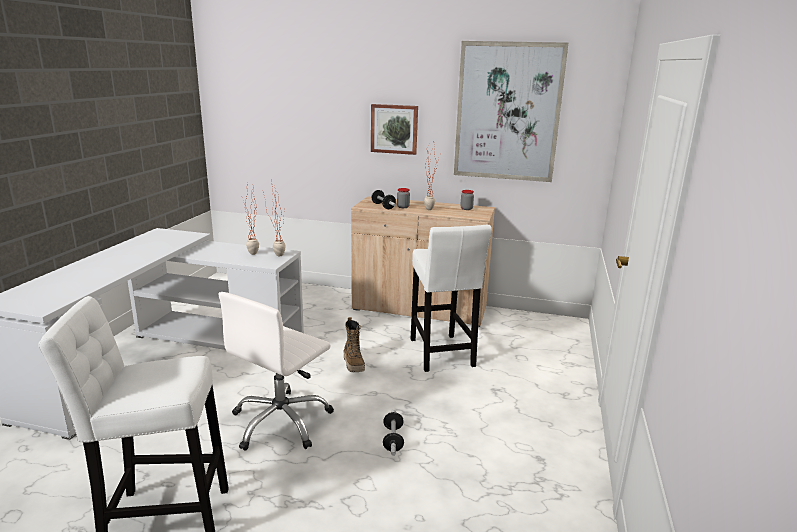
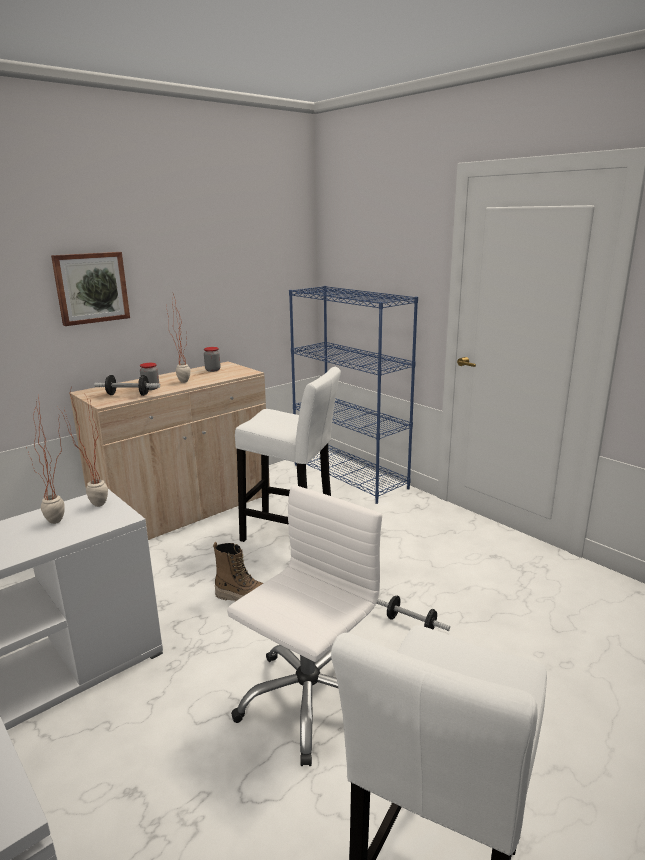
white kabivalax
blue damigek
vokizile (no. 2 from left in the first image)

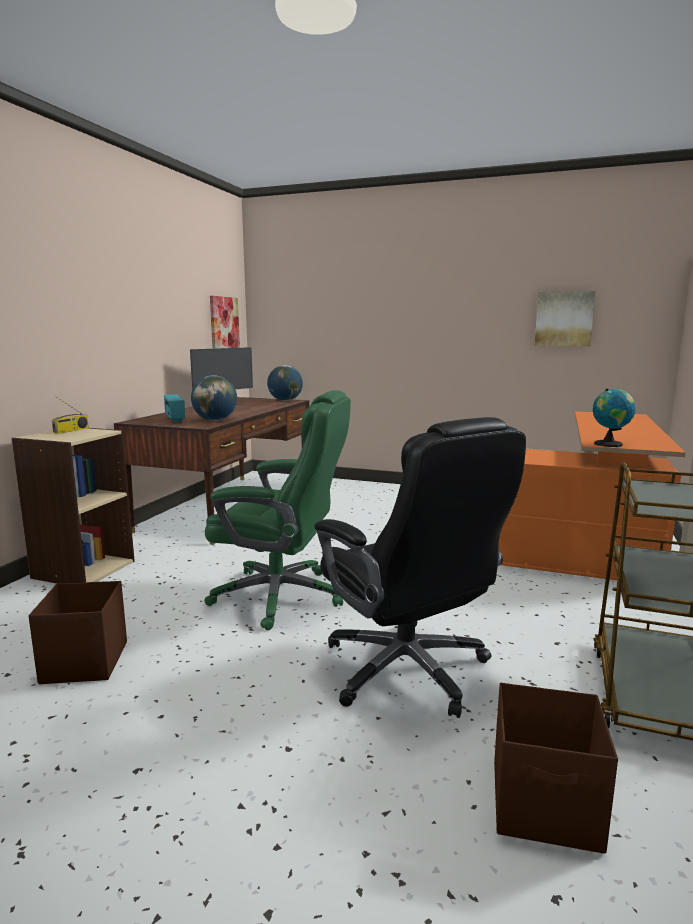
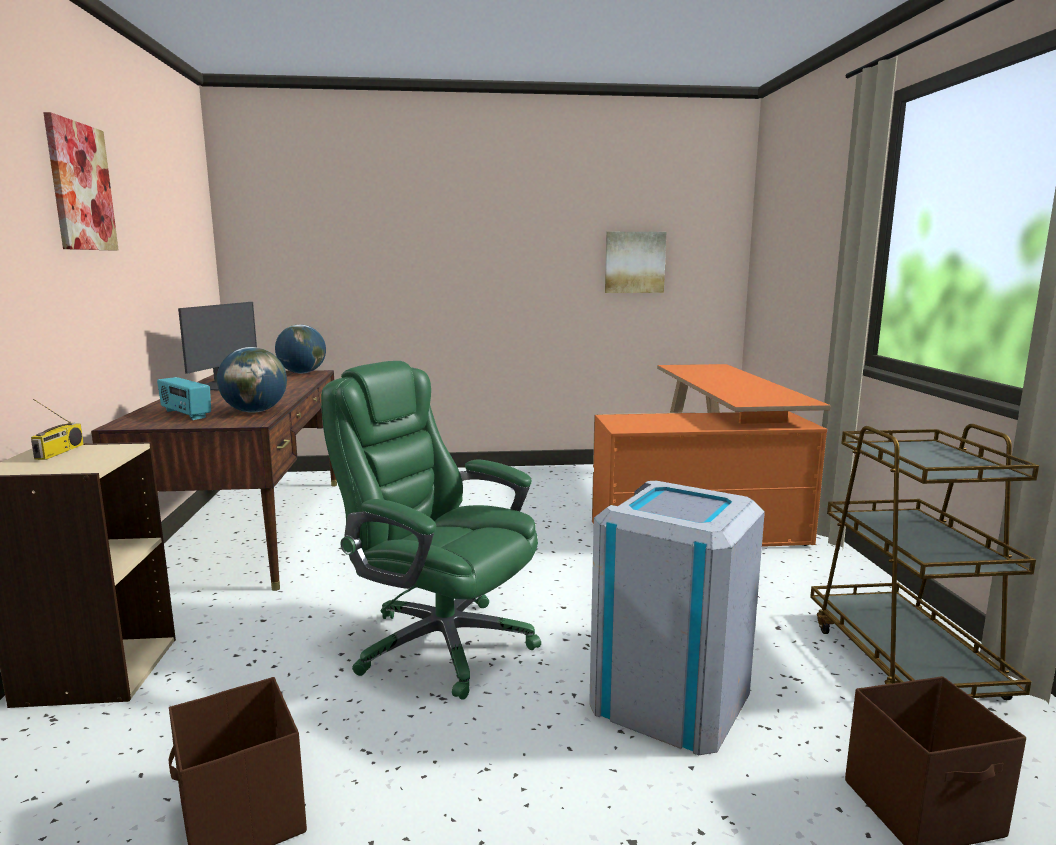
vokizile (no. 1 from left)
green kabivalax
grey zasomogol
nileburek (no. 3 from left in the first image)

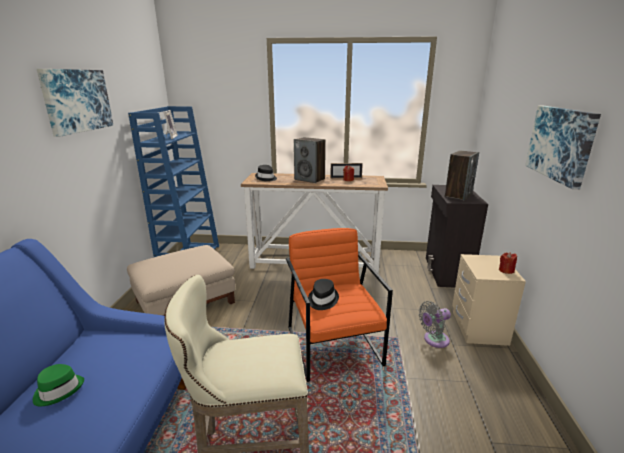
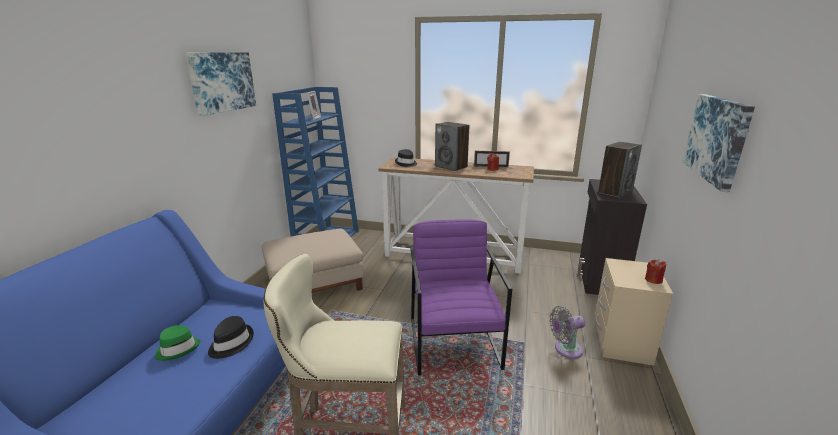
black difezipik (no. 1 from left)
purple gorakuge

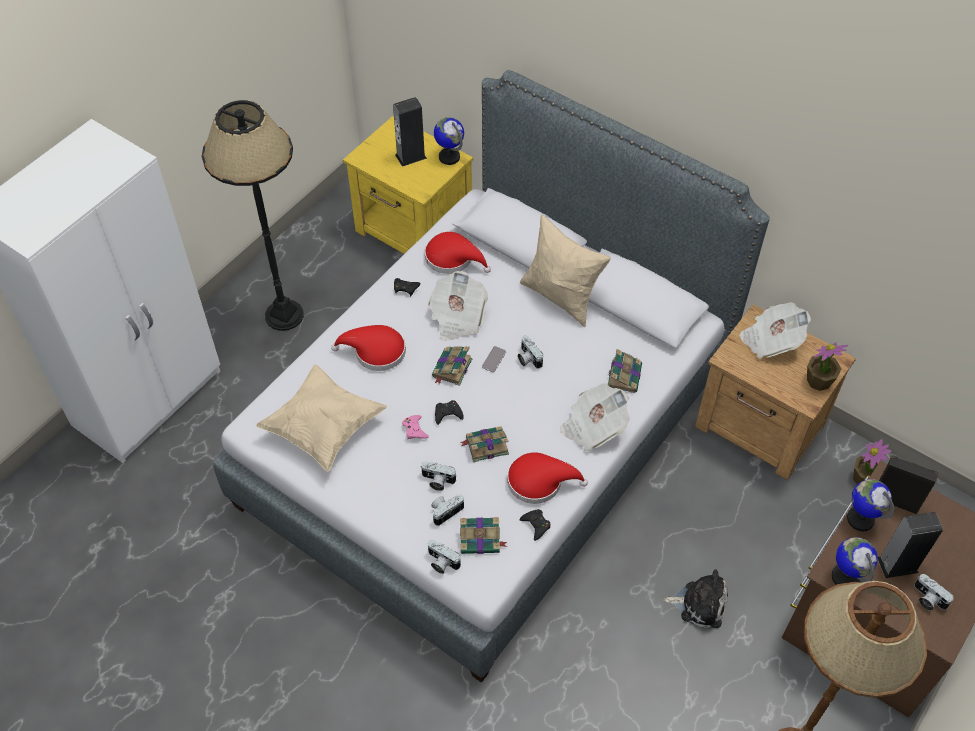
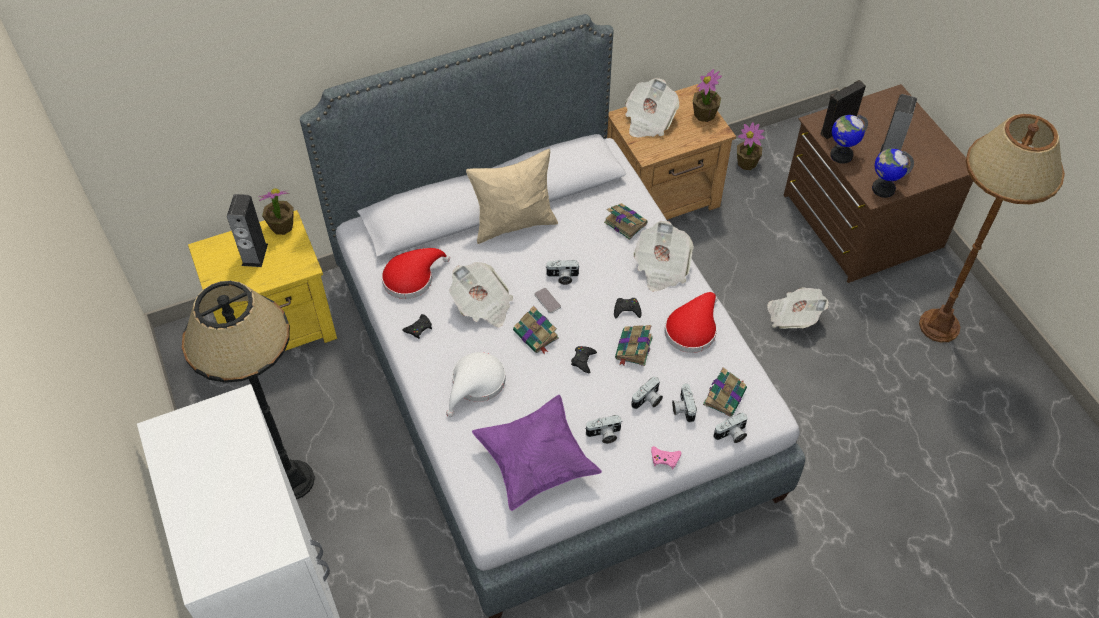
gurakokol (no. 1 from left)
white difezipik
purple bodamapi
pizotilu (no. 2 from left)
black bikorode (no. 3 from left)
pink bikorode
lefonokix (no. 4 from left)

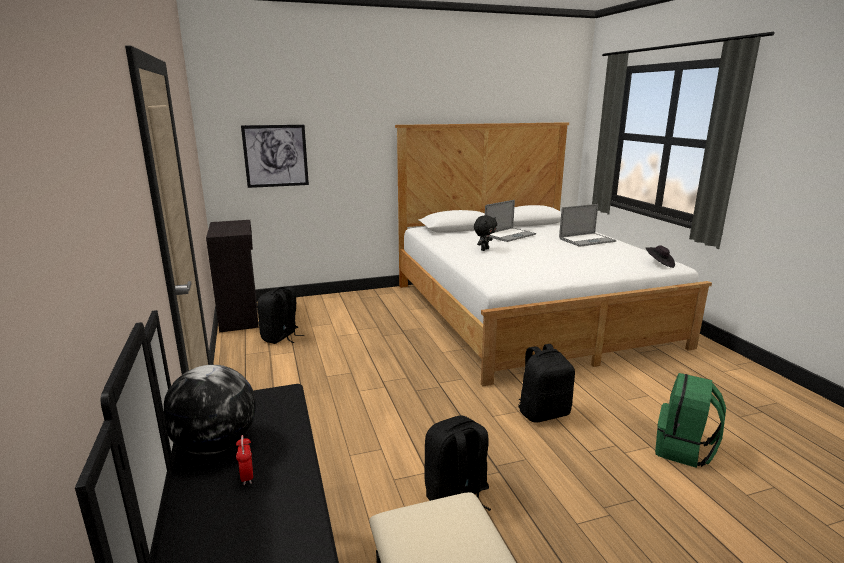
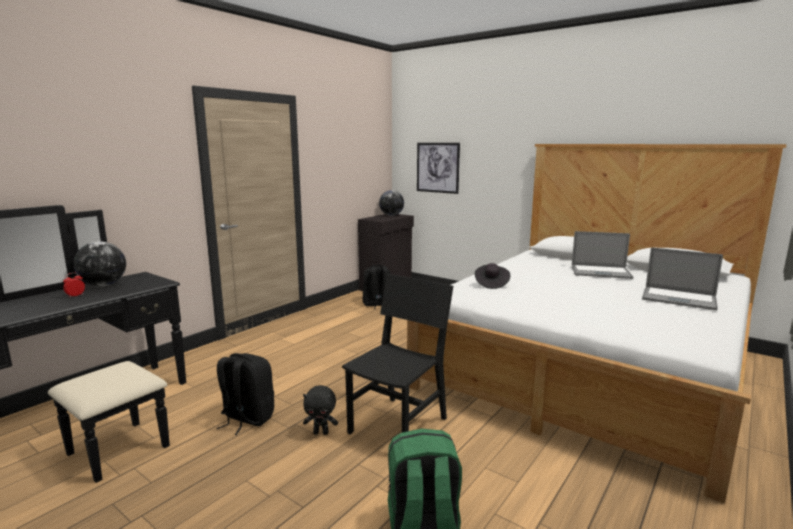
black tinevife
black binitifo
nileburek (no. 2 from left)
black difezipik

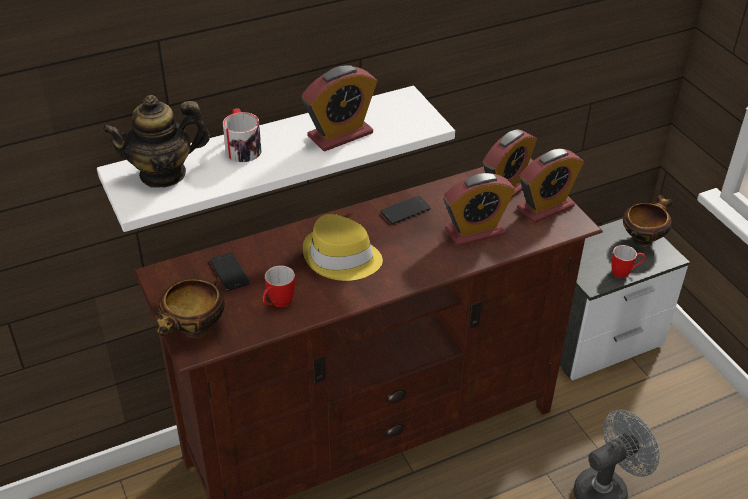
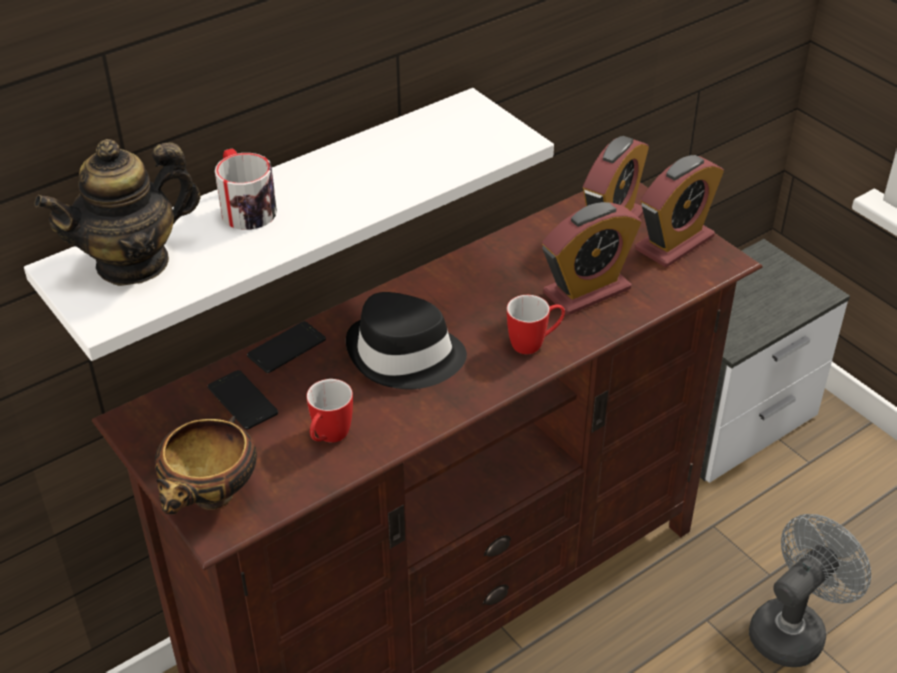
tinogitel (no. 2 from left)
black difezipik
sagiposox (no. 3 from left)
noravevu (no. 1 from left in the first image)
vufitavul (no. 2 from left in the first image)

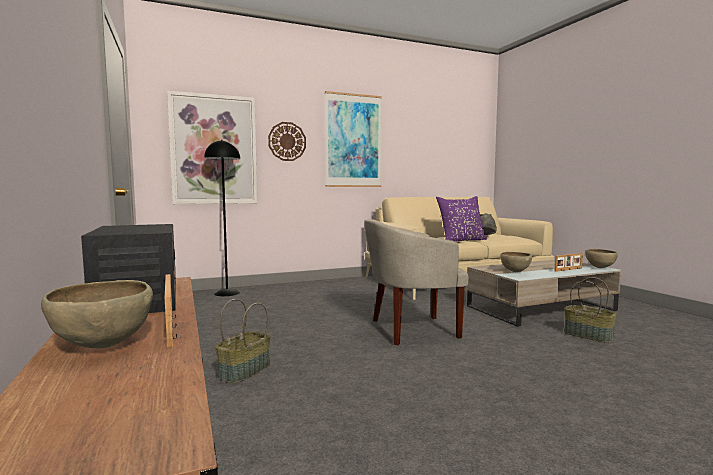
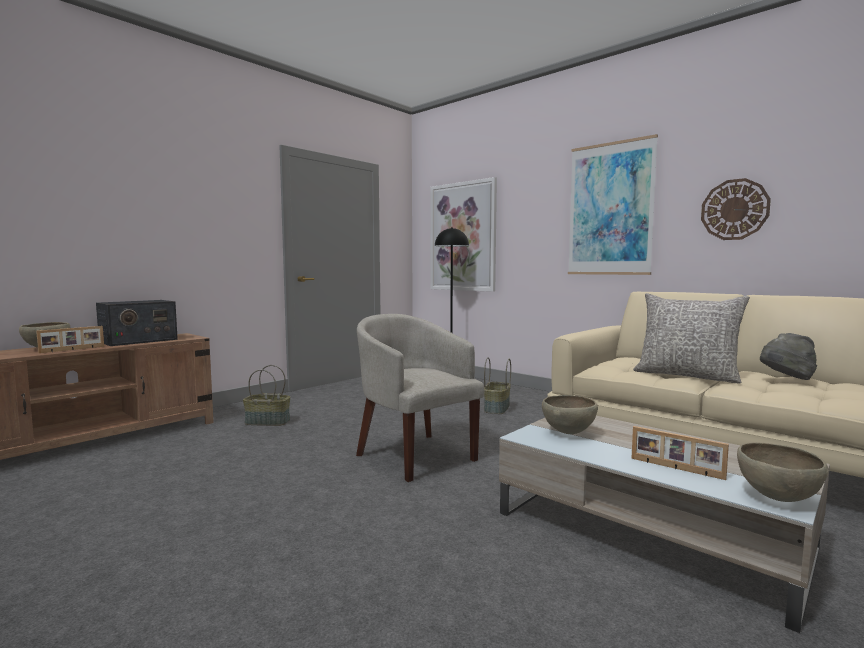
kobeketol (no. 2 from left)
grey bodamapi
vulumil

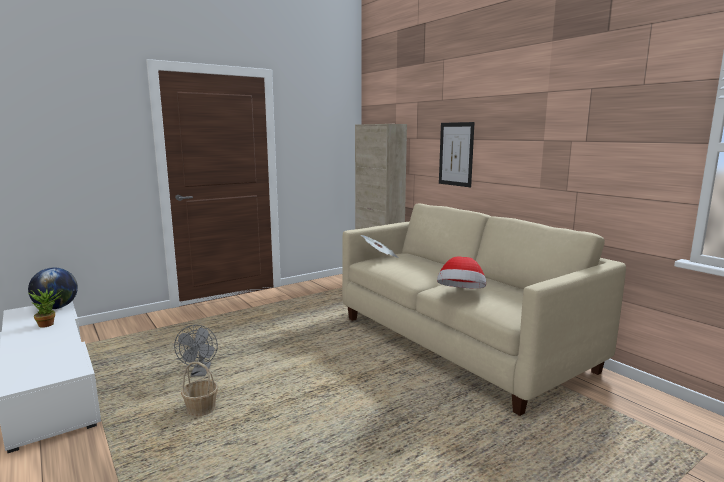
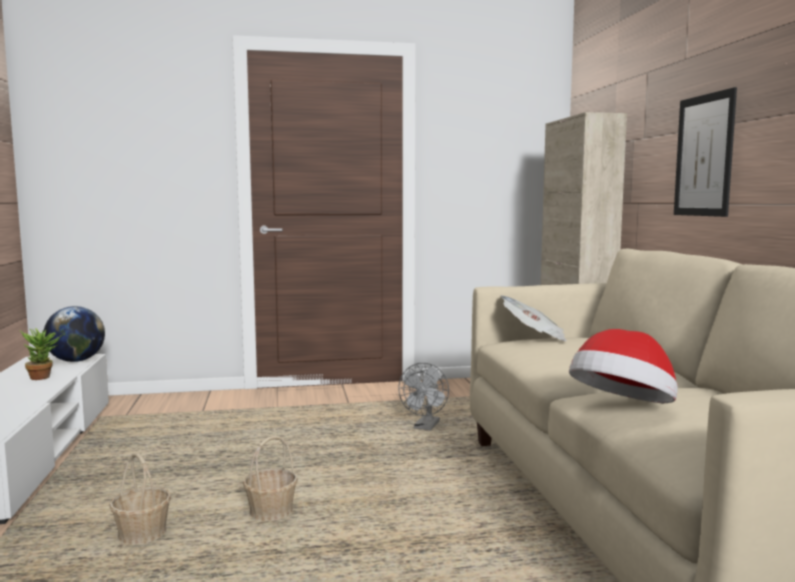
kobeketol (no. 2 from left)
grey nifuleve

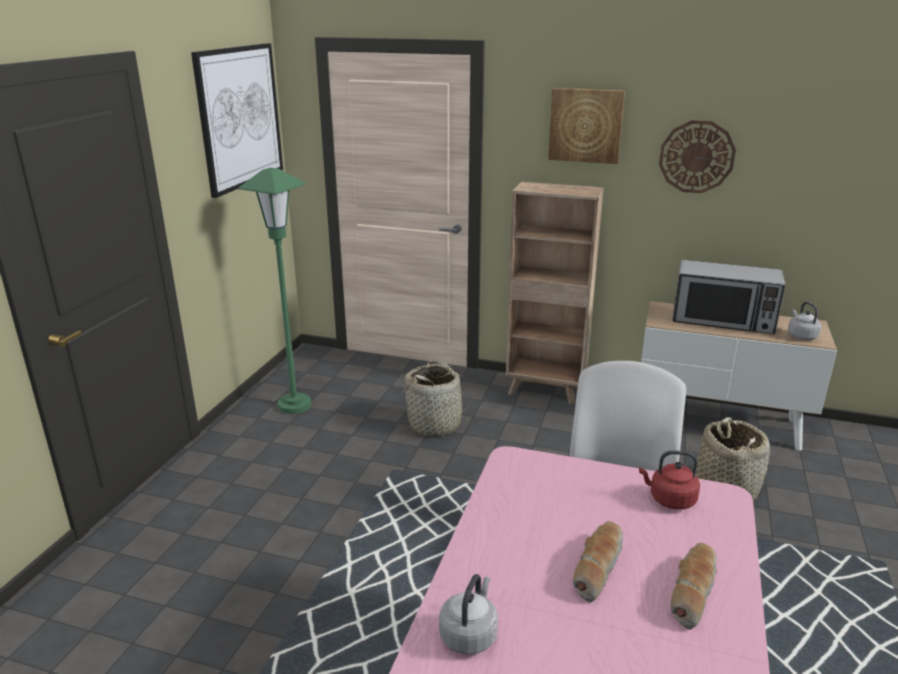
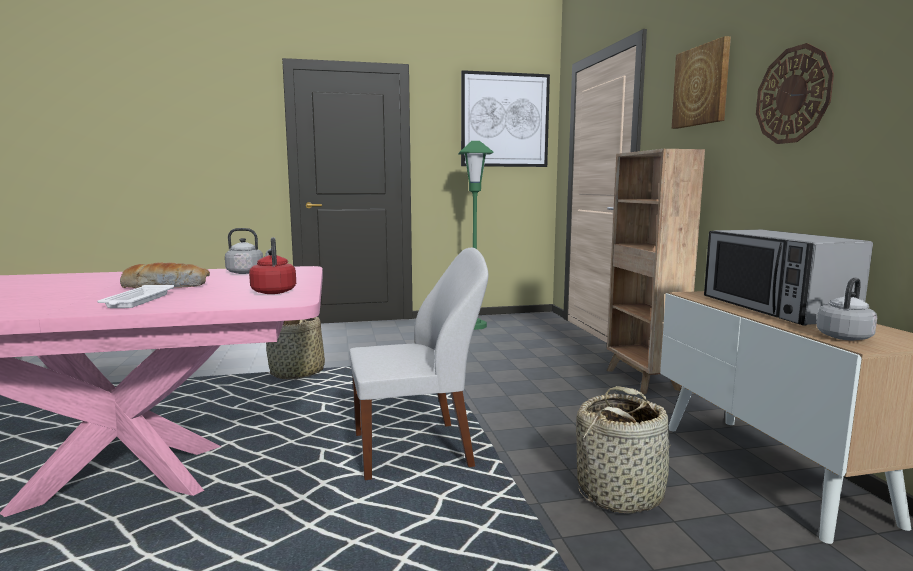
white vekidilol
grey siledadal (no. 1 from left)
kobeketol (no. 1 from left)

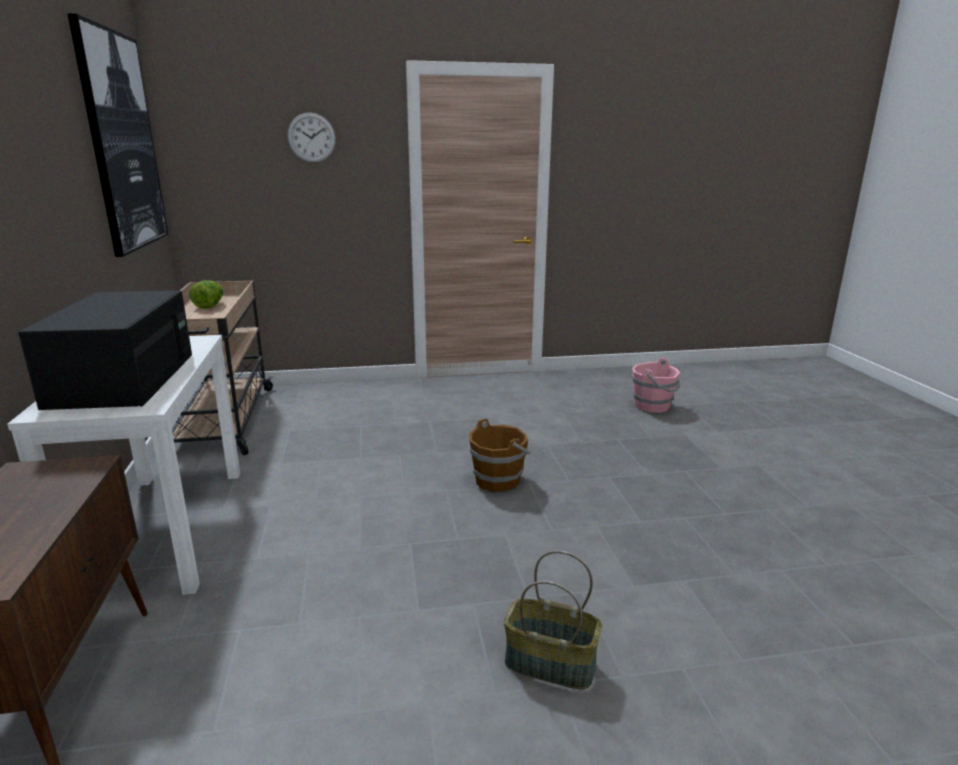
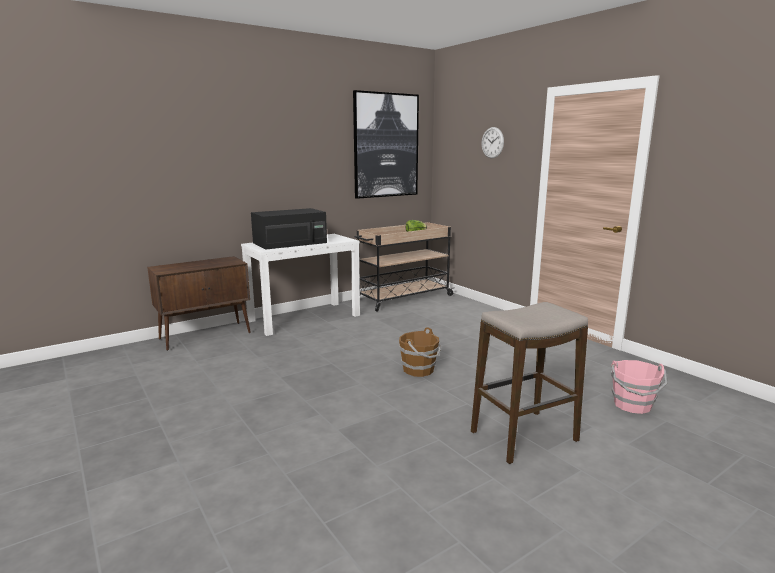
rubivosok
kobeketol

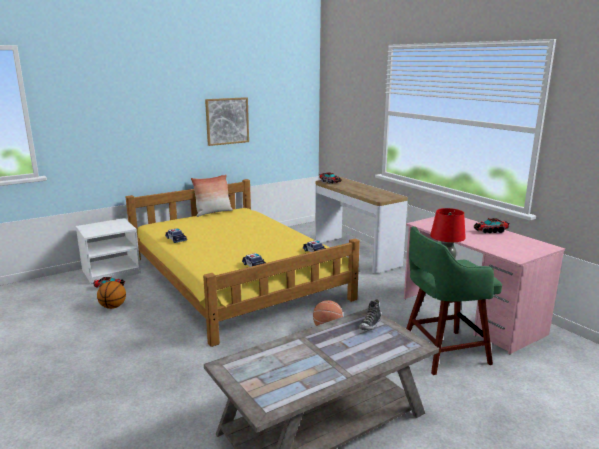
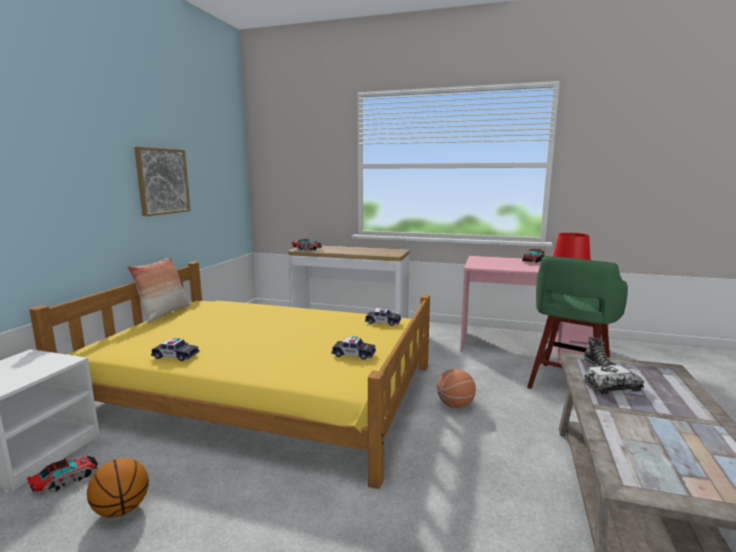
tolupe (no. 4 from left)

